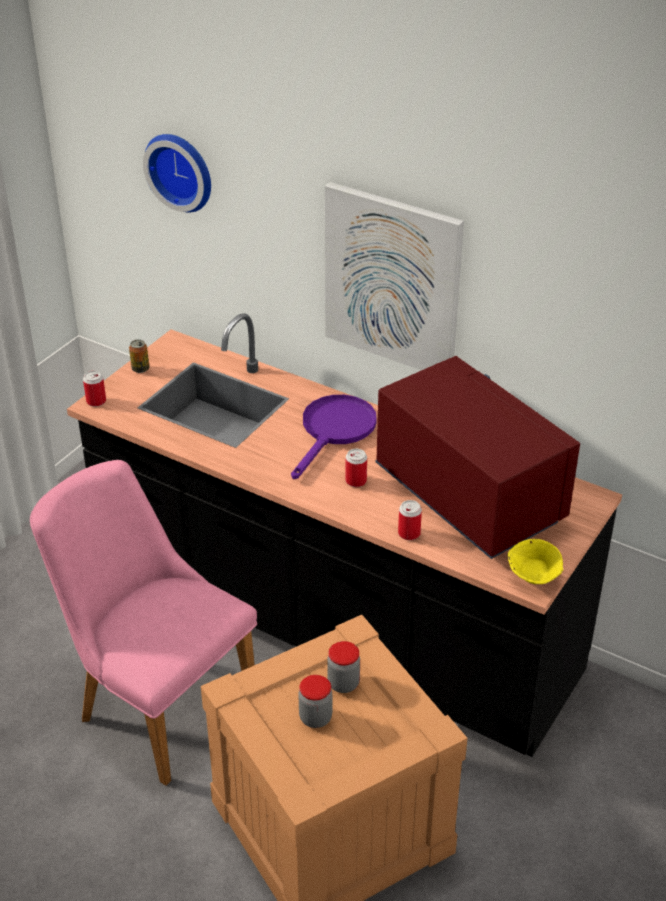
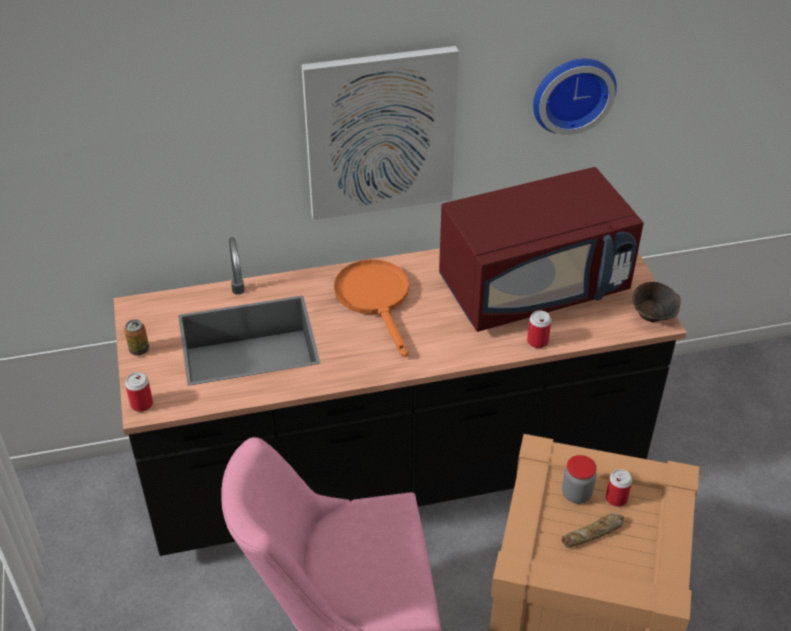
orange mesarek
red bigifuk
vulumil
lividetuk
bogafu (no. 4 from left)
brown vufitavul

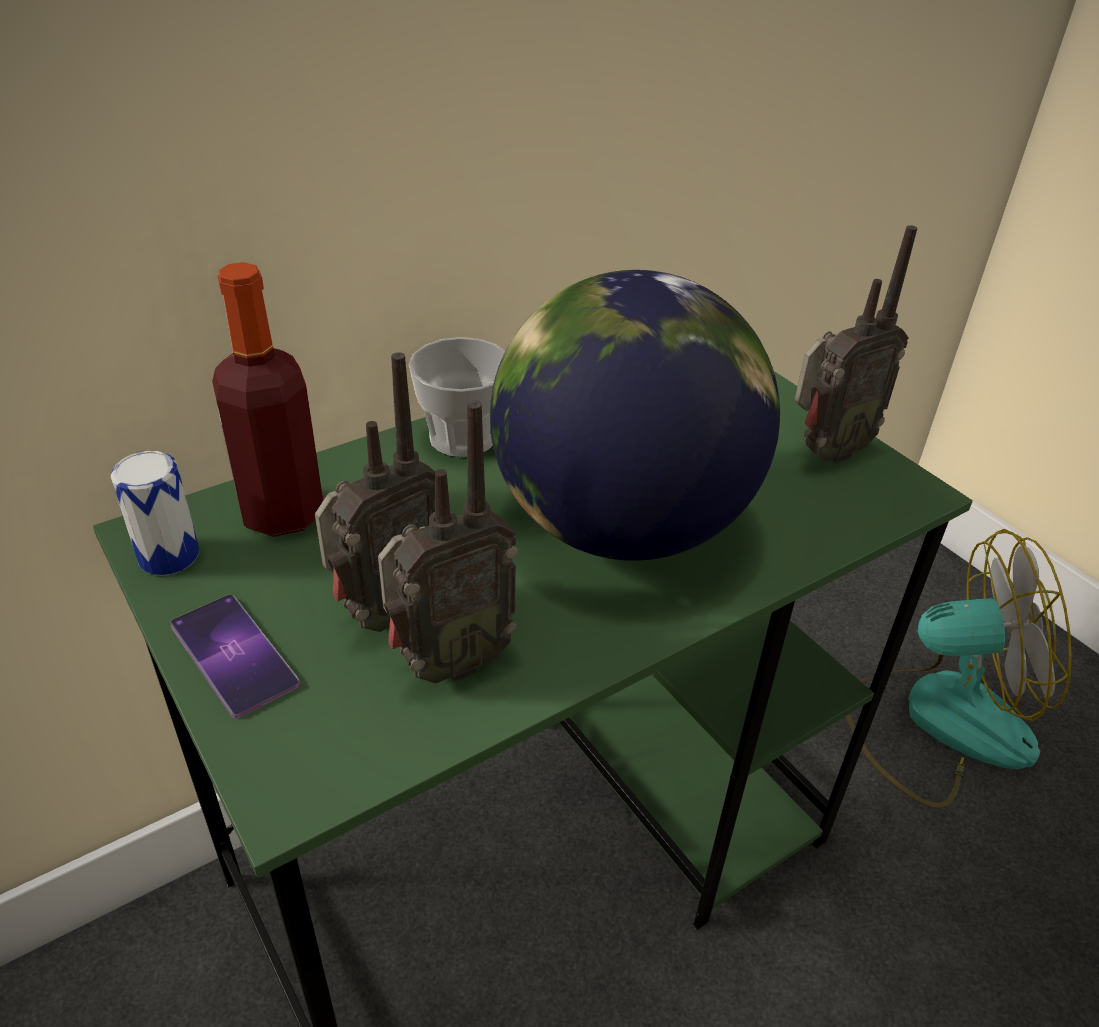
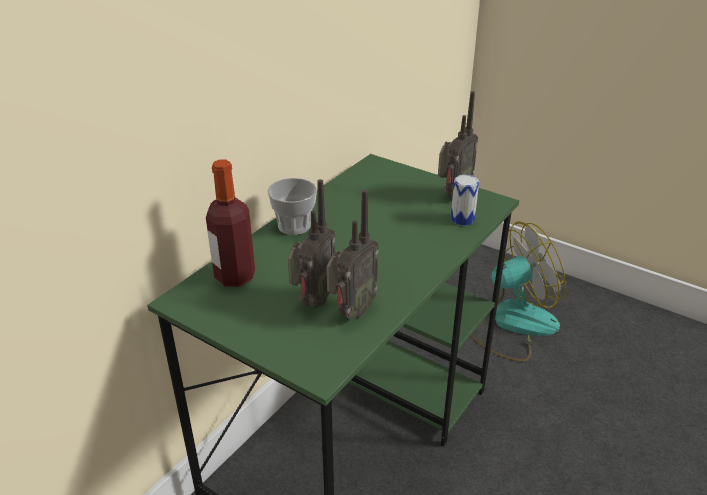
bogafu
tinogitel
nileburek

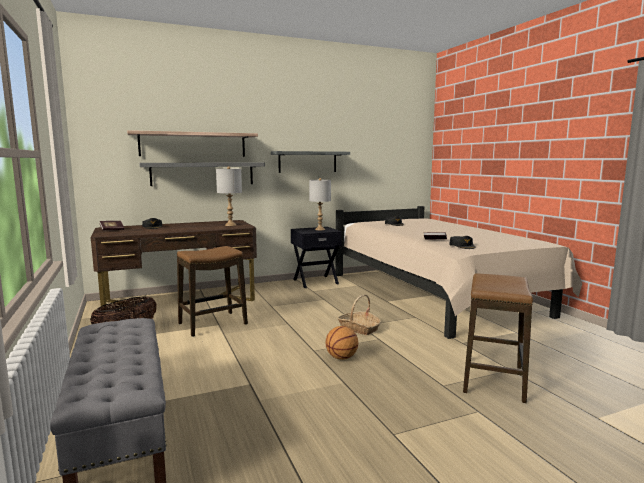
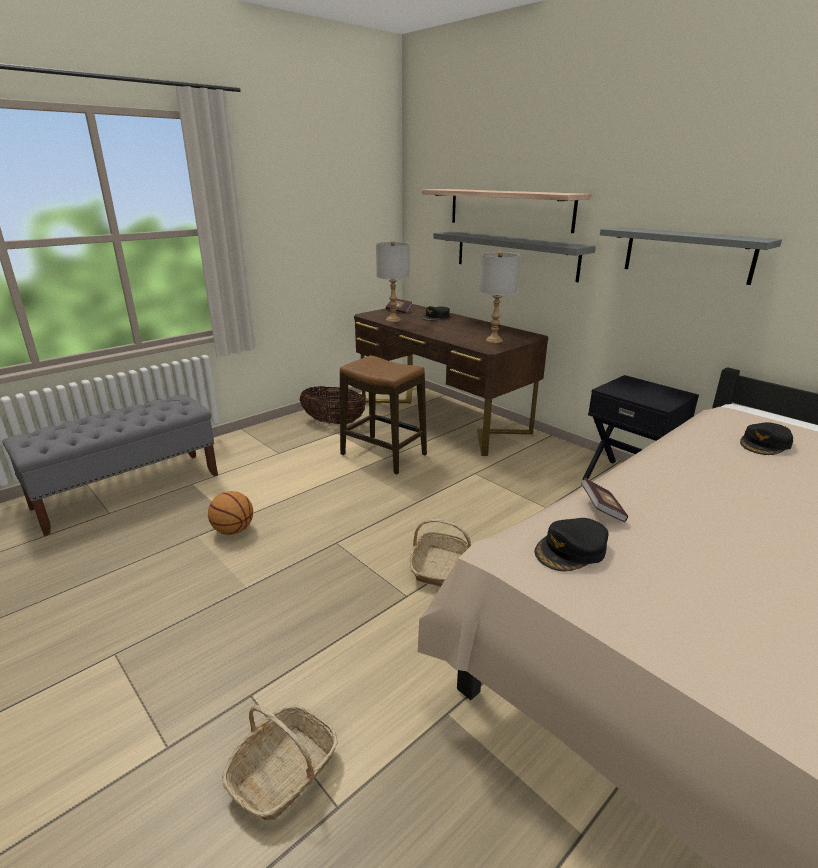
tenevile
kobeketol (no. 1 from left)
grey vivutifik (no. 1 from left)

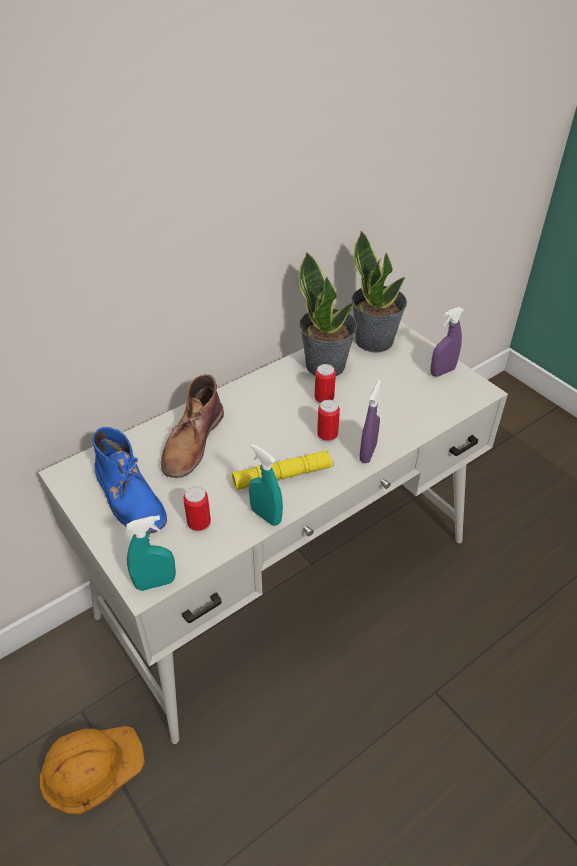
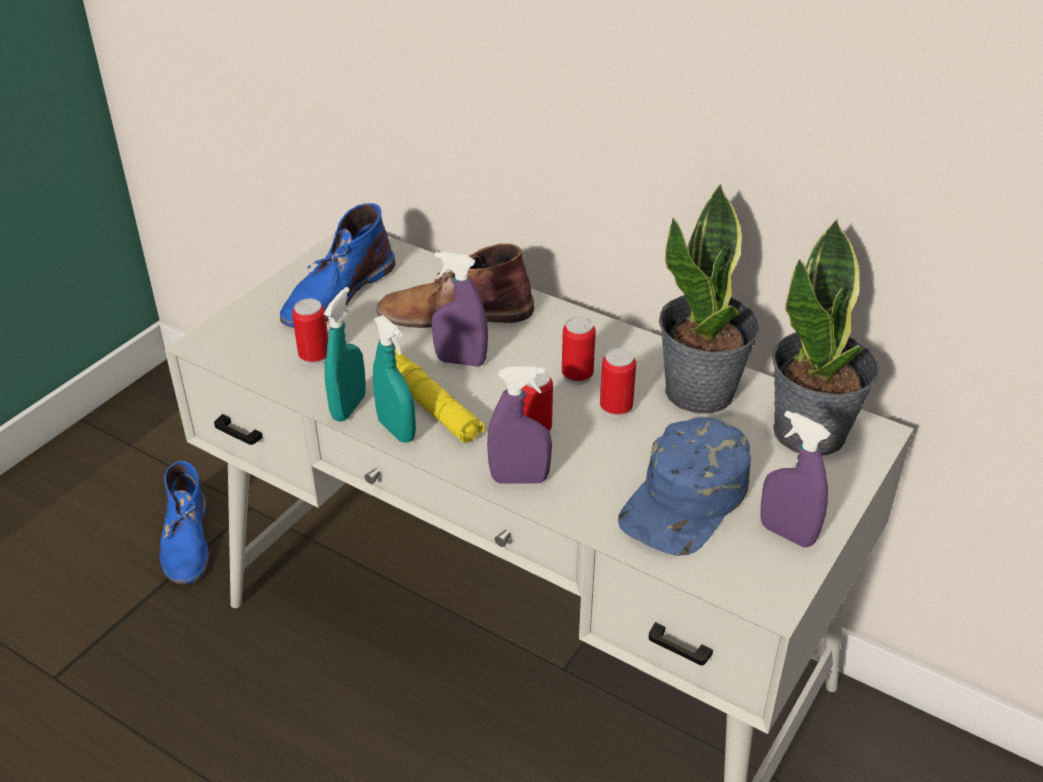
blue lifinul (no. 1 from left)
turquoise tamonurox (no. 2 from left)
purple tamonurox (no. 1 from left)
bogafu (no. 3 from left)
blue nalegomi

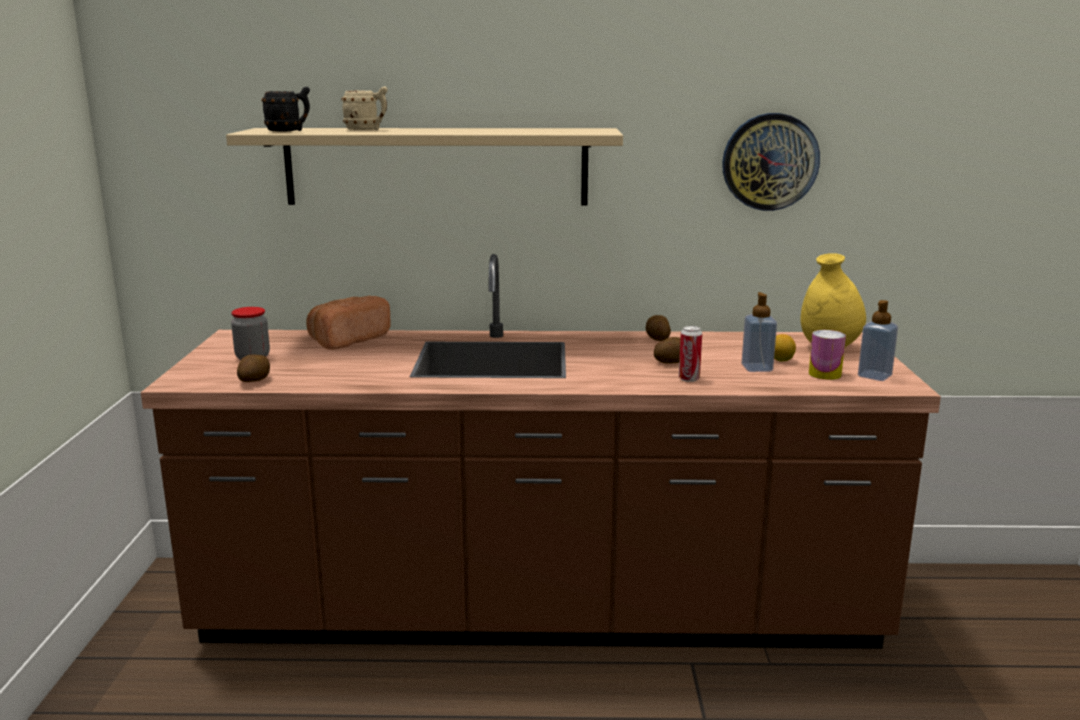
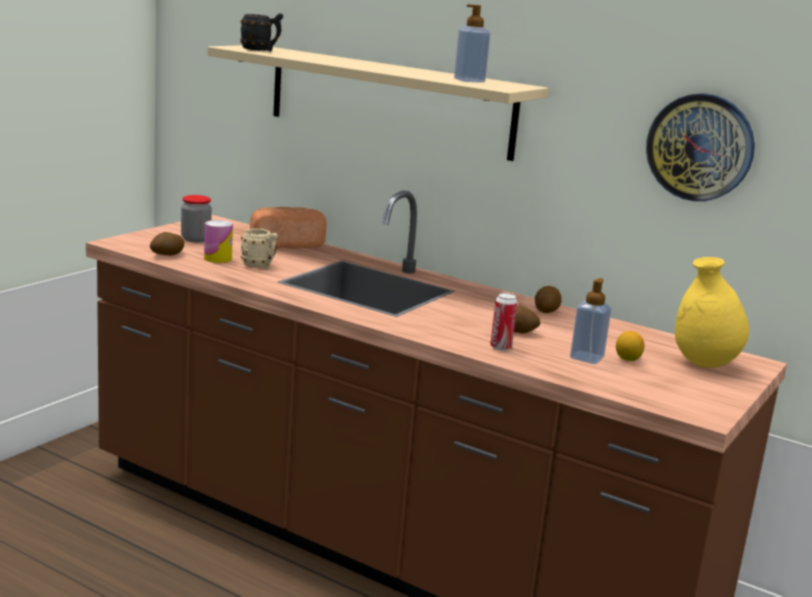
bogafu (no. 1 from left)
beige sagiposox
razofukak (no. 1 from left)

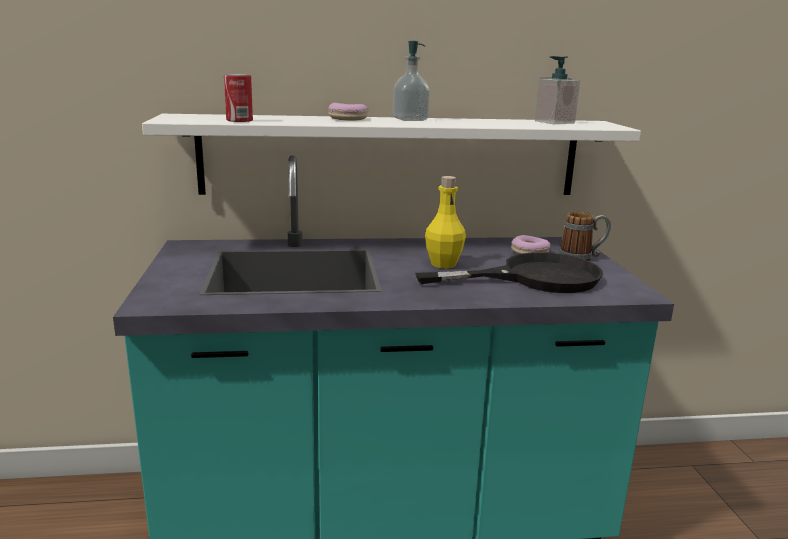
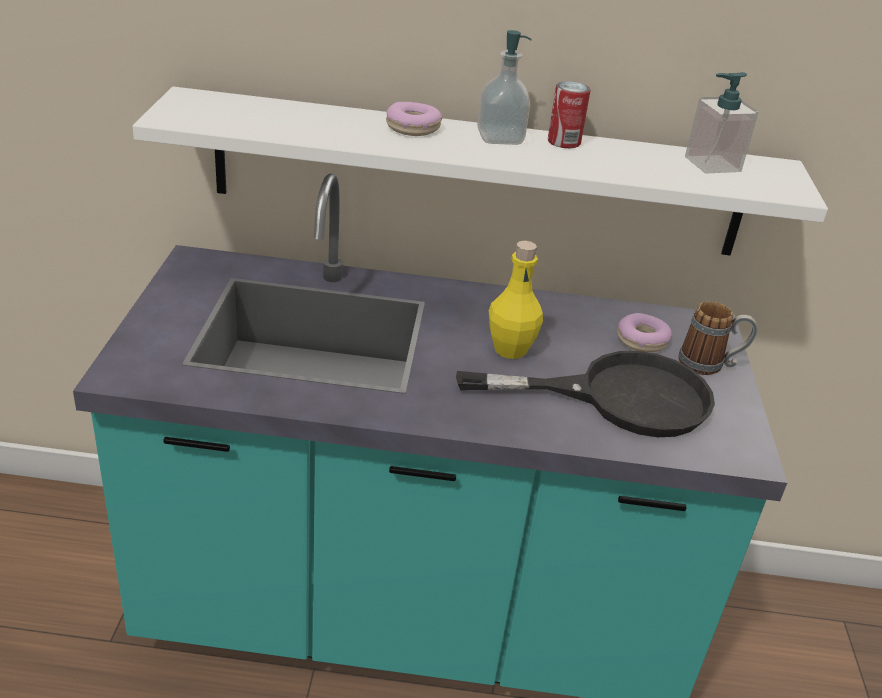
bogafu

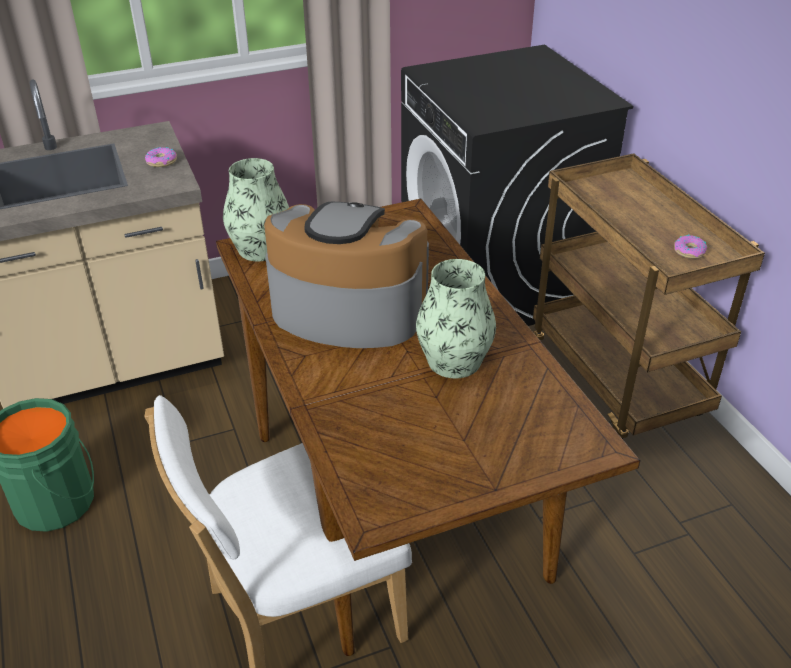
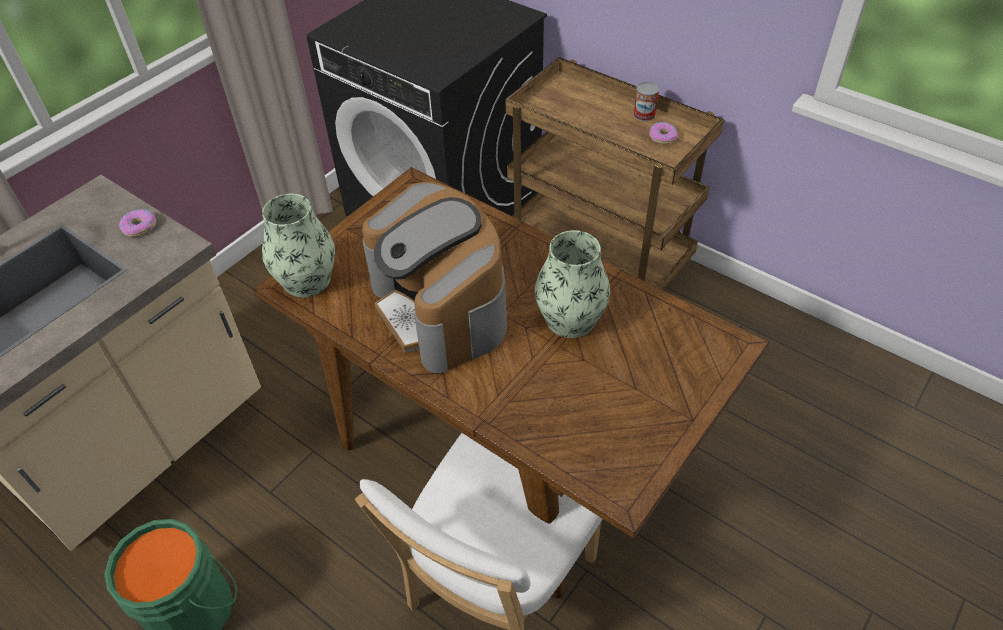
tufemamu
bogafu

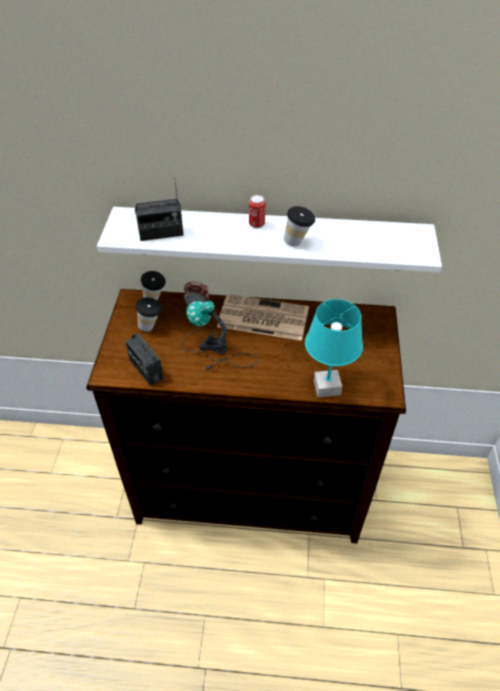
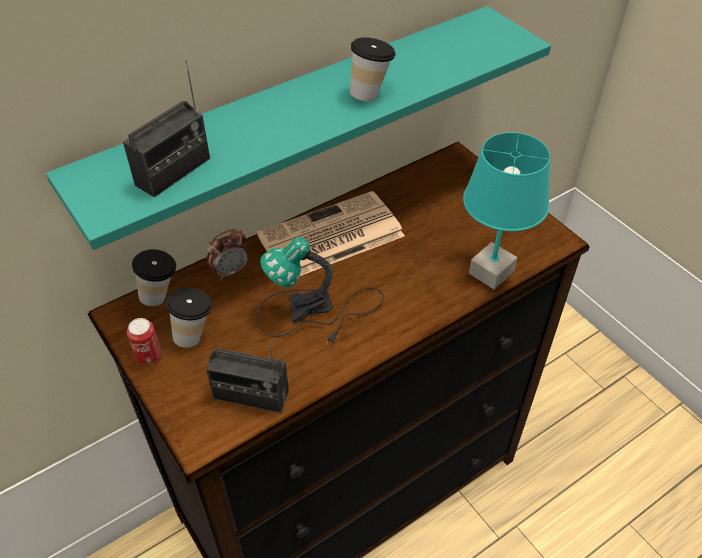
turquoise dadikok
bogafu

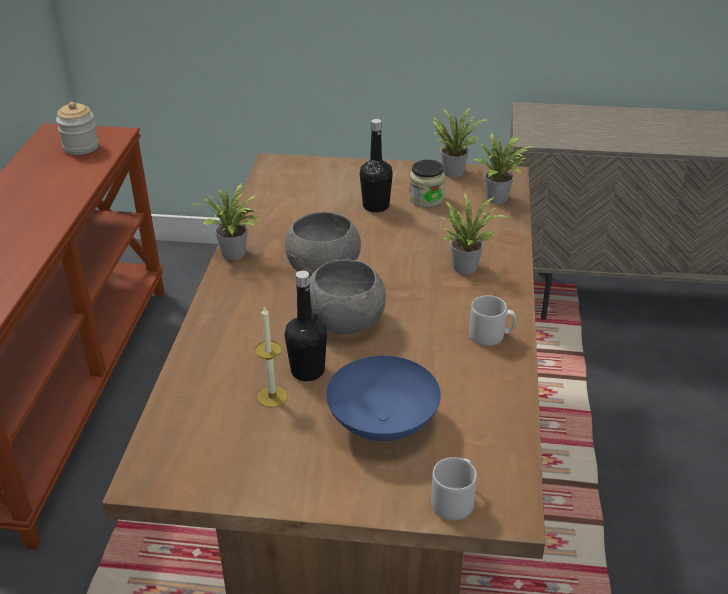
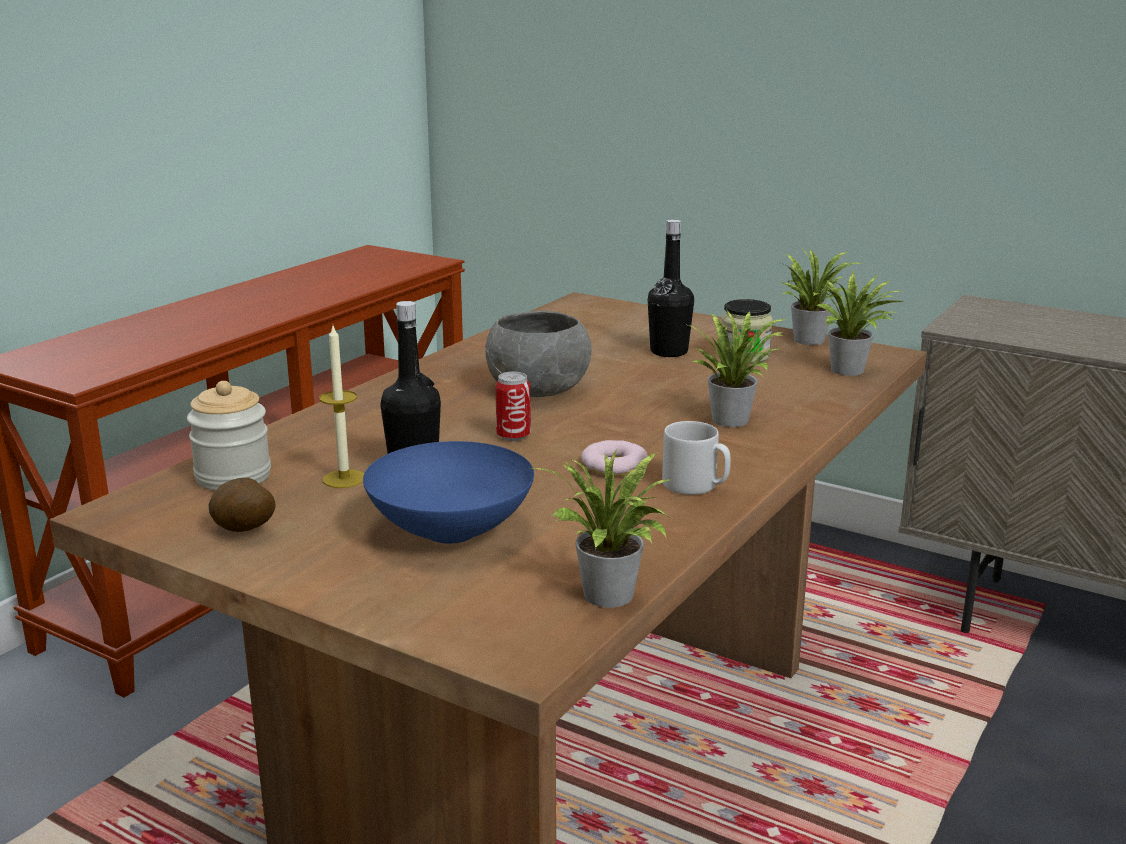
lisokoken (no. 1 from left)
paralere
bogafu
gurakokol (no. 1 from left)
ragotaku
grey sagiposox (no. 1 from left in the first image)

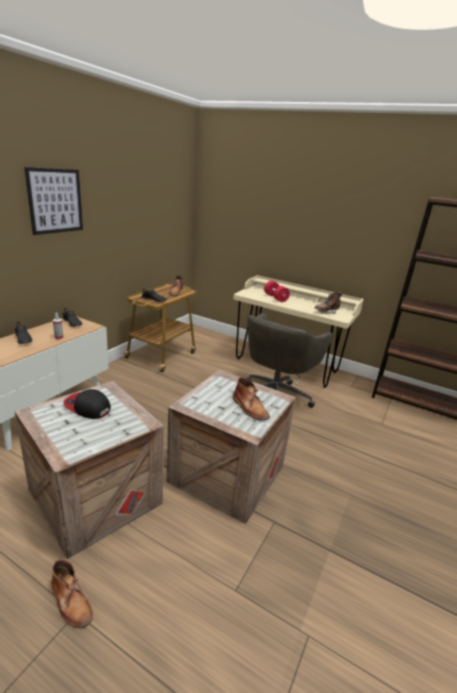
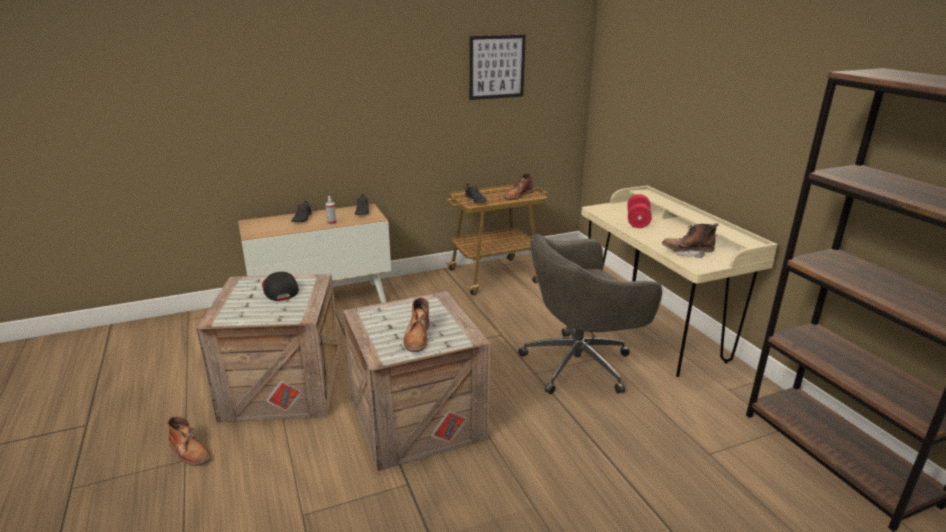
brown lifinul (no. 1 from left)
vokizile

